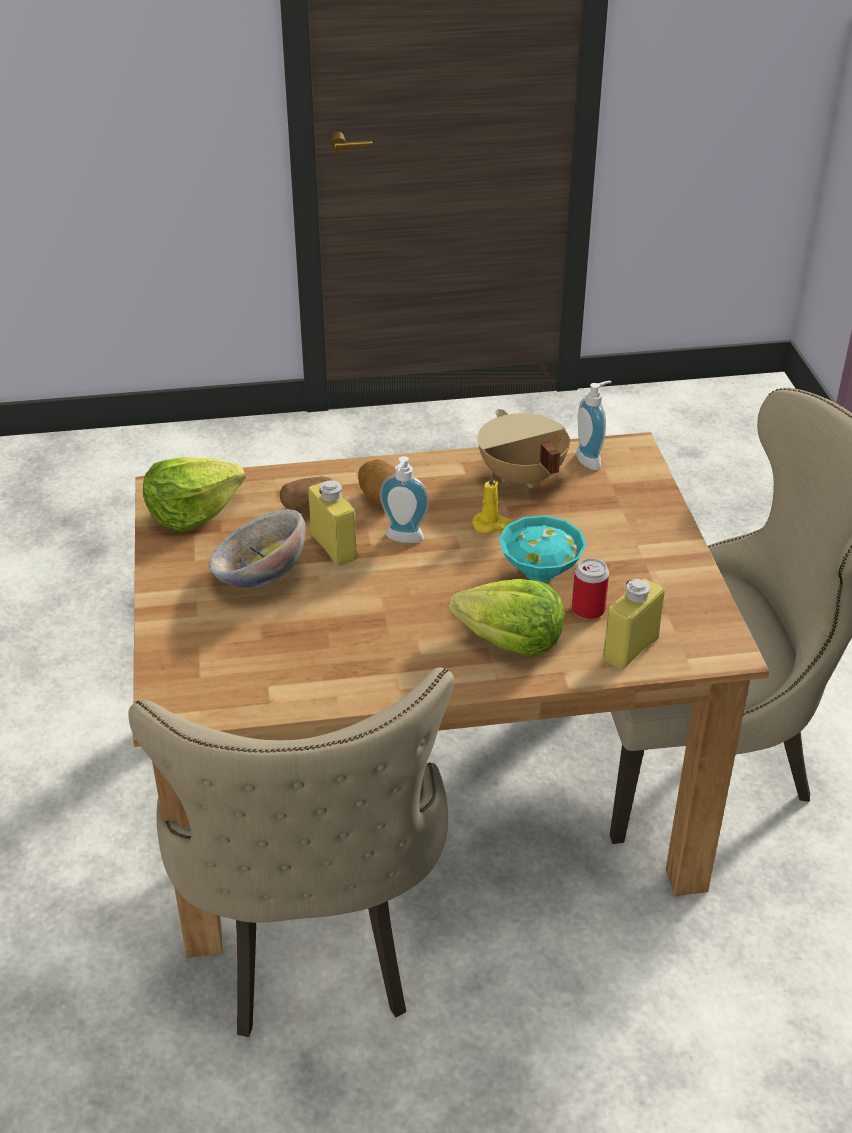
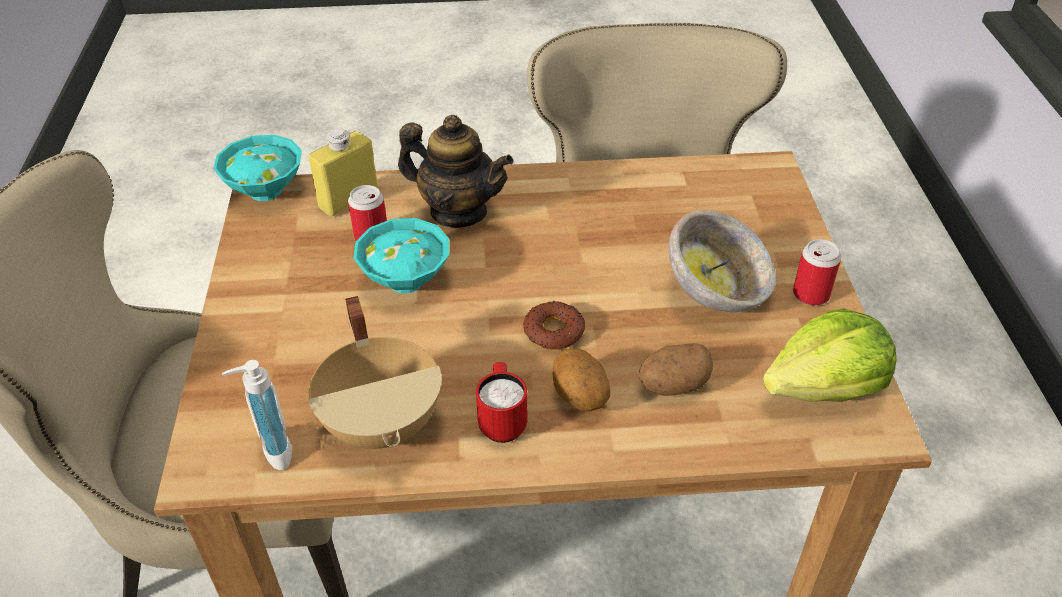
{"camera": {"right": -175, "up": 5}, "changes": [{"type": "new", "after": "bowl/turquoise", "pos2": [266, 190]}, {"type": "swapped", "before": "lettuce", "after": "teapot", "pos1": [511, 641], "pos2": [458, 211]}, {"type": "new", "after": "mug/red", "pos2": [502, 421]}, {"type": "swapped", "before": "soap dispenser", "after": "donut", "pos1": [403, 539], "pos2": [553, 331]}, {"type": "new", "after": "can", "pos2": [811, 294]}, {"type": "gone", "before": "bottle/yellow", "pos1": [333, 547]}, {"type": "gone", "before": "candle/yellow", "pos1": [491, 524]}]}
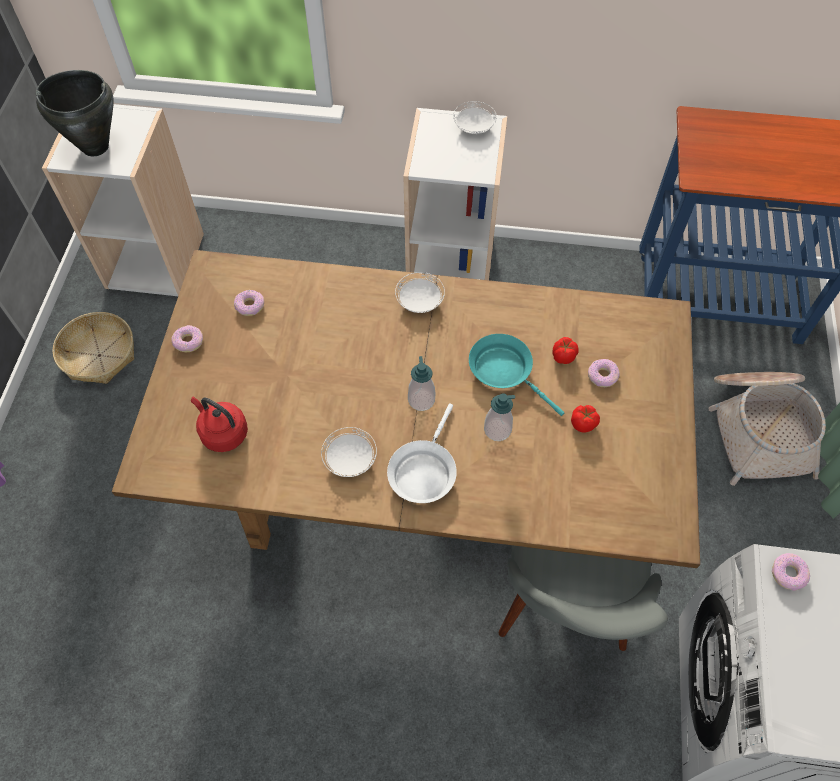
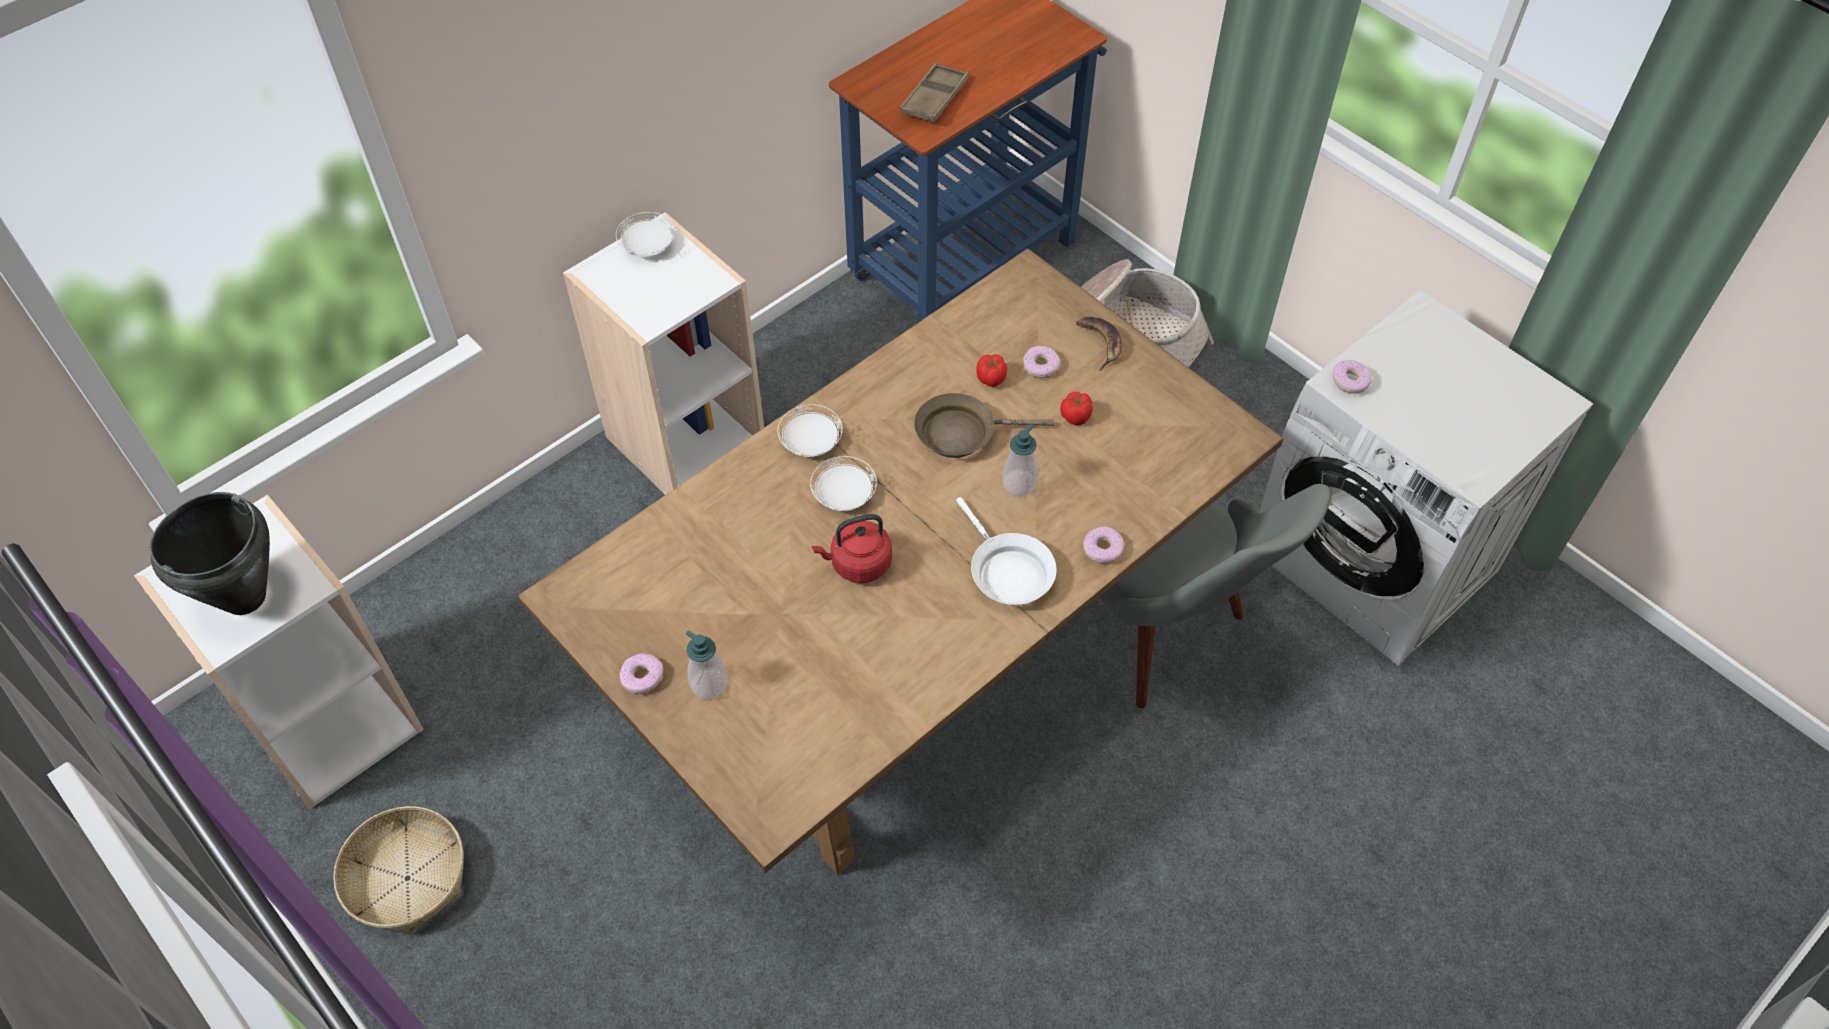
{"camera": {"right": -50, "up": -5}, "changes": [{"type": "shifted", "before": "soap dispenser", "pos1": [421, 400], "pos2": [709, 684]}, {"type": "shifted", "before": "plate/white", "pos1": [350, 459], "pos2": [843, 495]}, {"type": "shifted", "before": "kettle/red", "pos1": [222, 433], "pos2": [858, 564]}, {"type": "new", "after": "tray/brown", "pos2": [934, 98]}, {"type": "repainted", "before": "frying pan/turquoise", "after": "frying pan/brown", "pos1": [505, 371], "pos2": [962, 433]}, {"type": "new", "after": "banana", "pos2": [1100, 343]}, {"type": "shifted", "before": "donut", "pos1": [250, 306], "pos2": [1103, 549]}]}
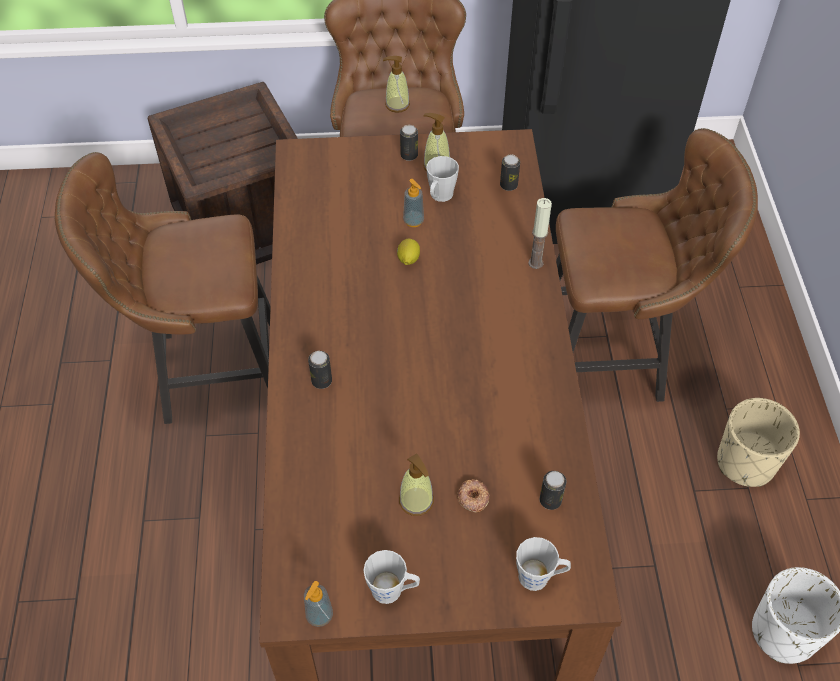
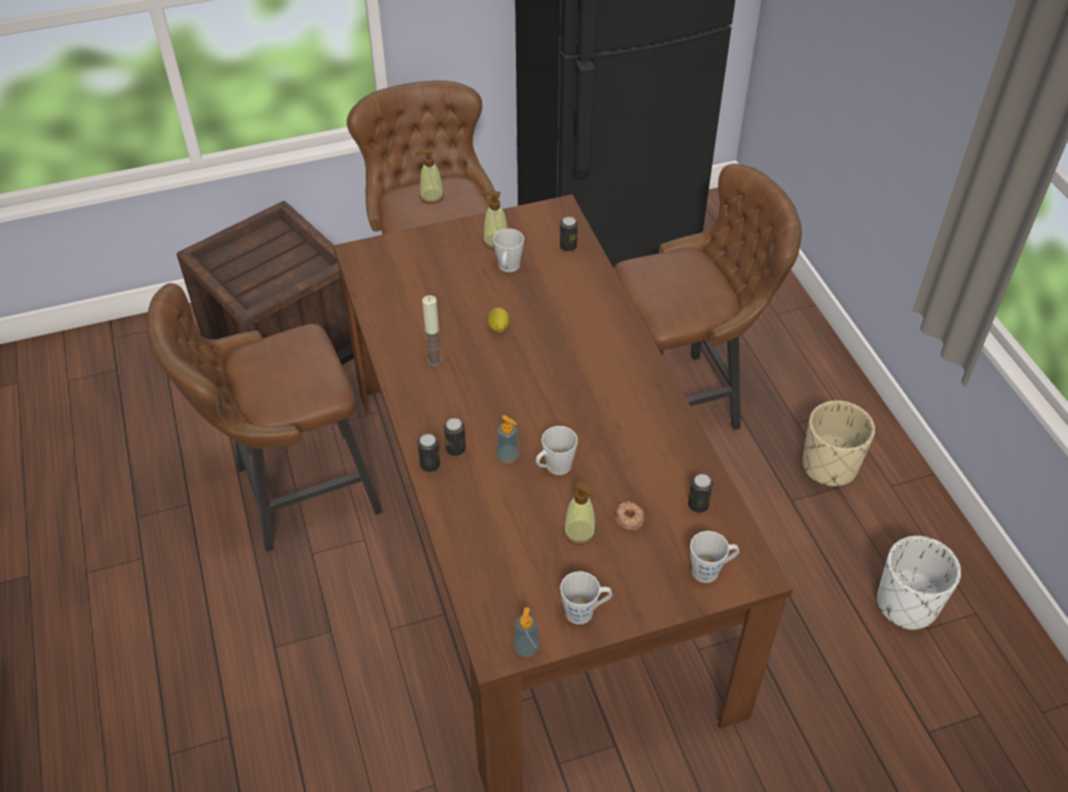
{"camera": {"right": -15, "up": -5}, "changes": [{"type": "shifted", "before": "can", "pos1": [409, 155], "pos2": [430, 465]}, {"type": "shifted", "before": "candle", "pos1": [535, 263], "pos2": [434, 361]}, {"type": "shifted", "before": "soap dispenser", "pos1": [413, 221], "pos2": [508, 456]}, {"type": "new", "after": "mug/grey", "pos2": [554, 467]}]}
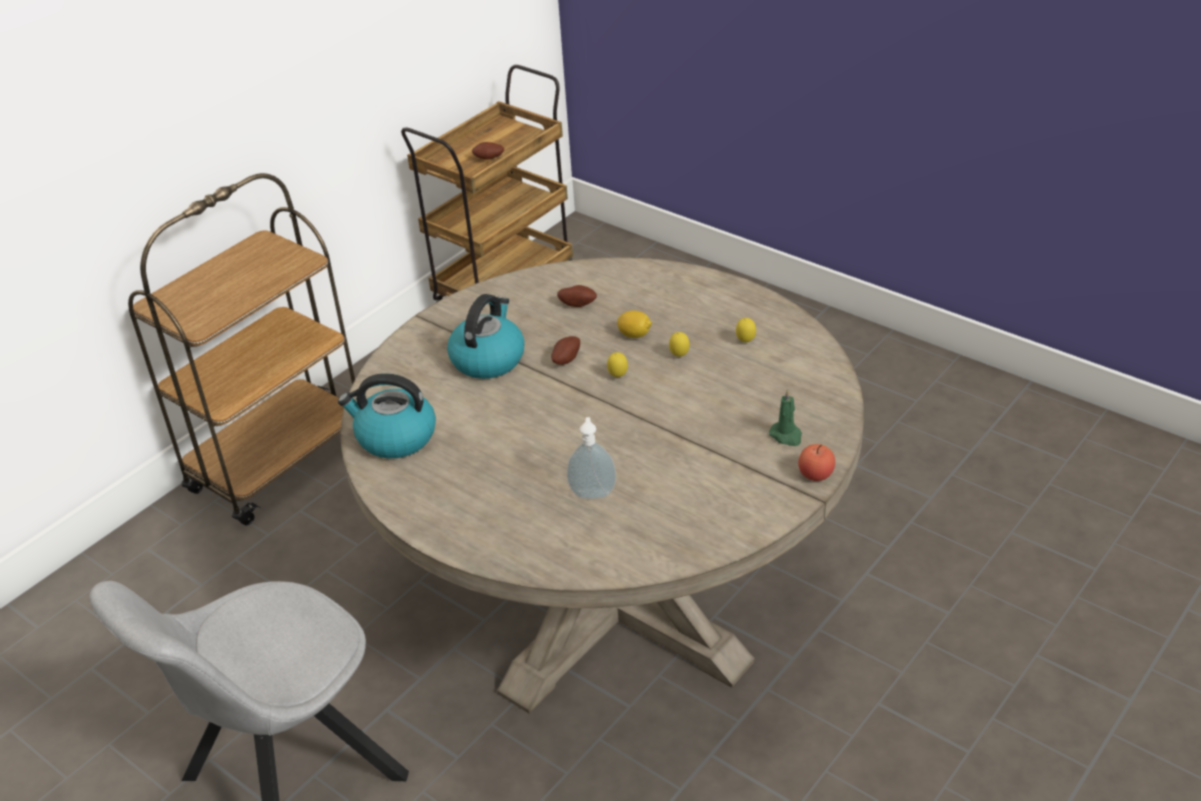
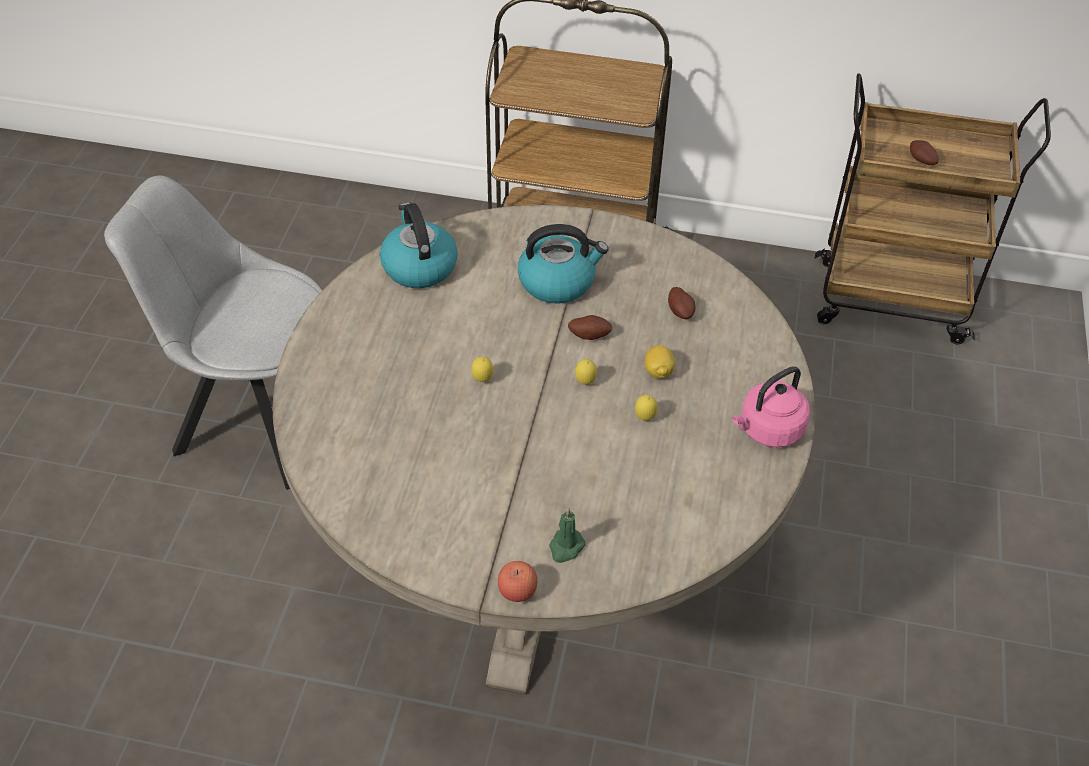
{"camera": {"right": 60, "up": 10}, "changes": [{"type": "shifted", "before": "lemon", "pos1": [745, 342], "pos2": [482, 380]}, {"type": "new", "after": "kettle/pink", "pos2": [768, 430]}, {"type": "gone", "before": "soap dispenser", "pos1": [593, 492]}]}
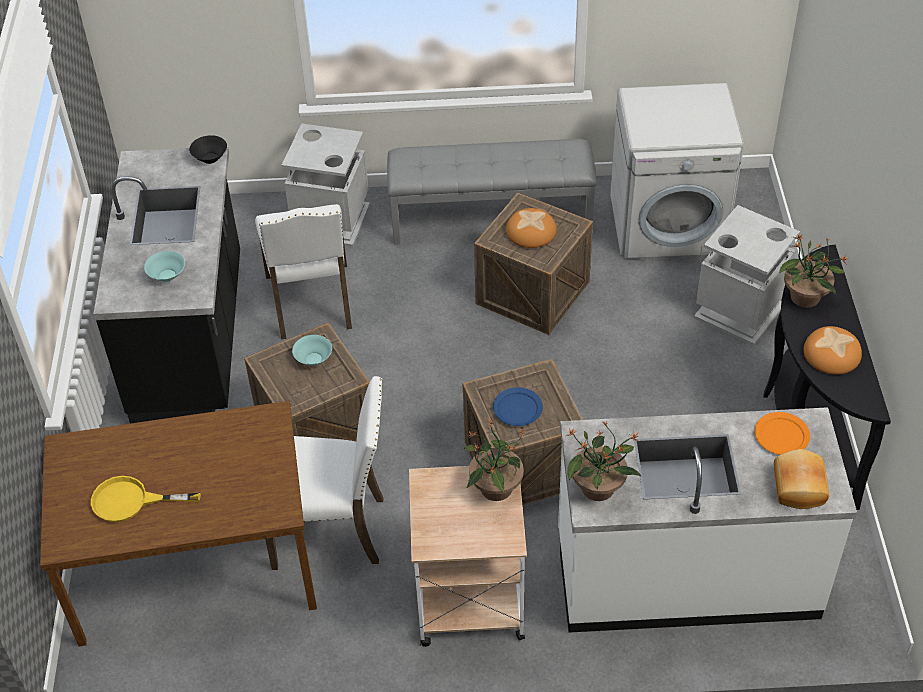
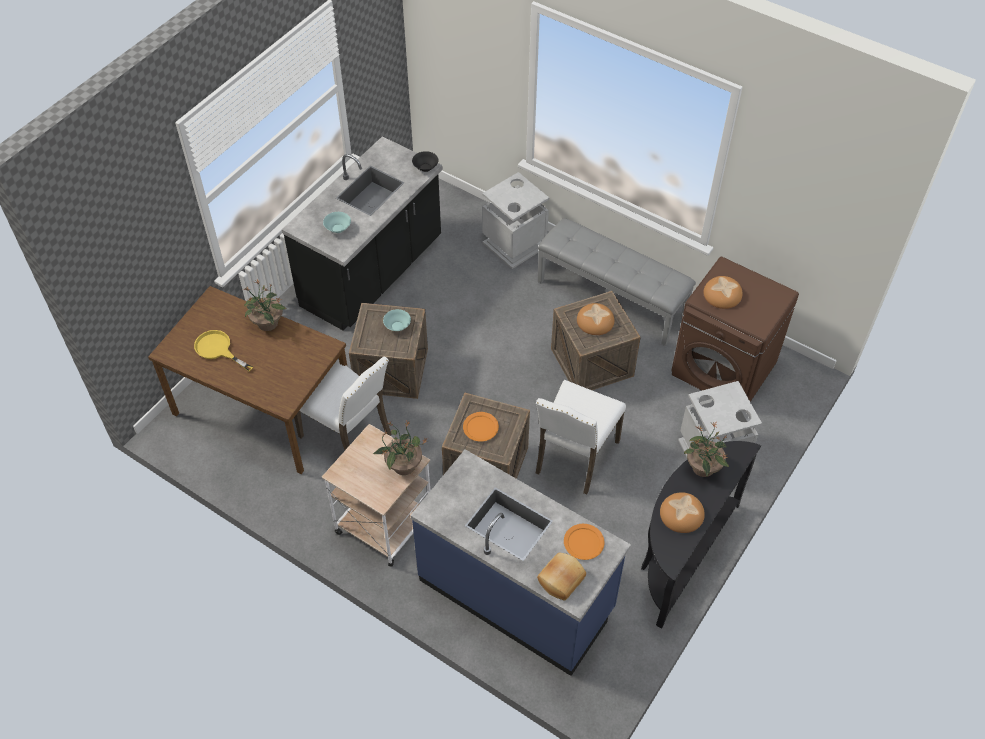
{"camera": {"right": 35, "up": 5}, "changes": [{"type": "shifted", "before": "potted plant", "pos1": [599, 488], "pos2": [268, 323]}, {"type": "repainted", "before": "counter/white", "after": "counter/blue", "pos1": [686, 575], "pos2": [517, 594]}, {"type": "repainted", "before": "plate/blue", "after": "plate/orange", "pos1": [518, 408], "pos2": [481, 428]}, {"type": "shifted", "before": "chair/white", "pos1": [311, 303], "pos2": [574, 457]}, {"type": "repainted", "before": "washing machine/white", "after": "washing machine/brown", "pos1": [670, 225], "pos2": [723, 369]}, {"type": "new", "after": "bread", "pos2": [722, 294]}]}
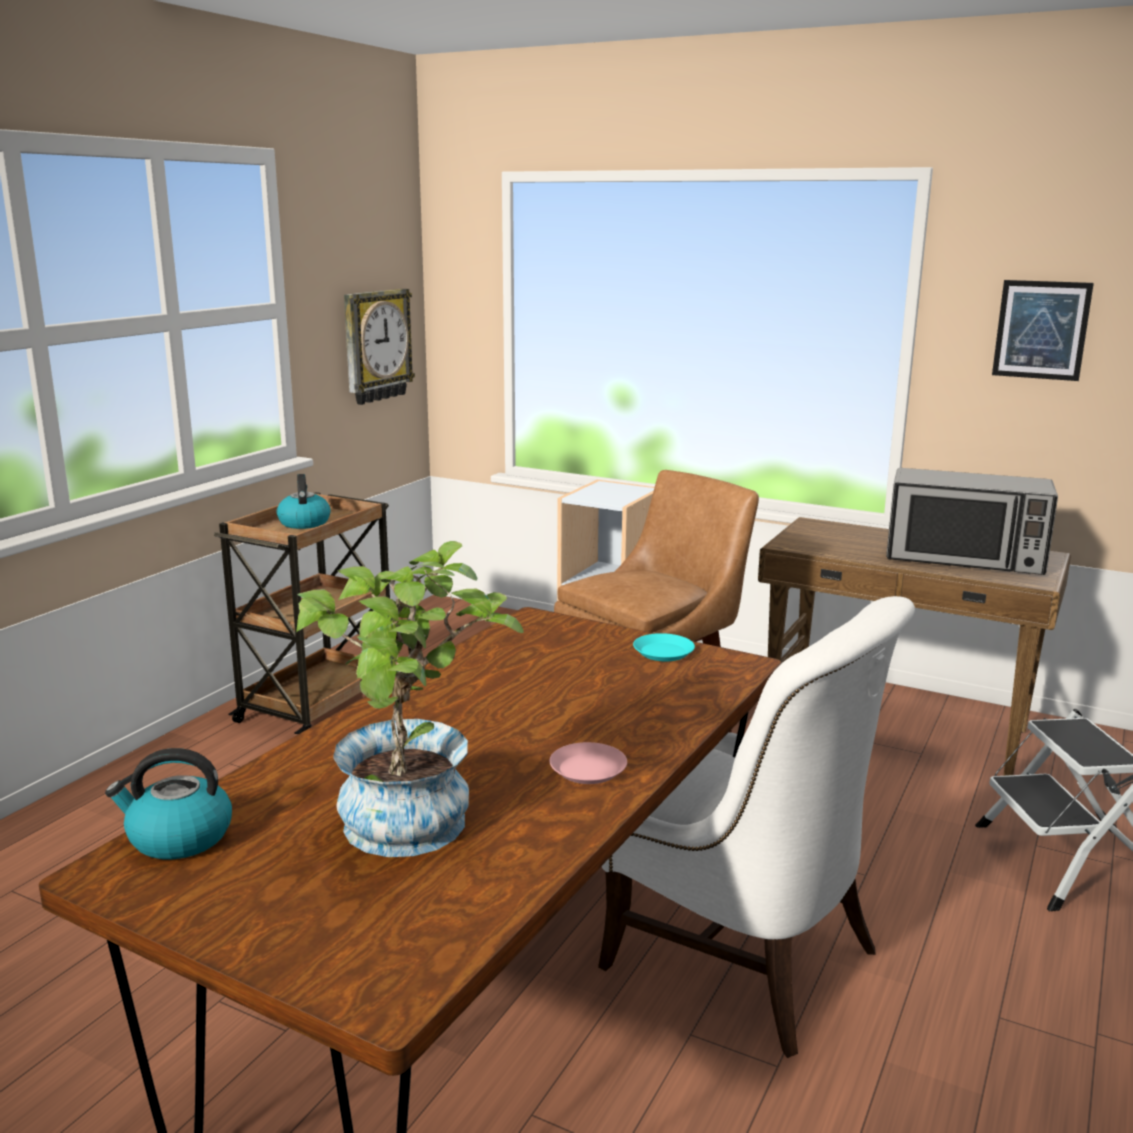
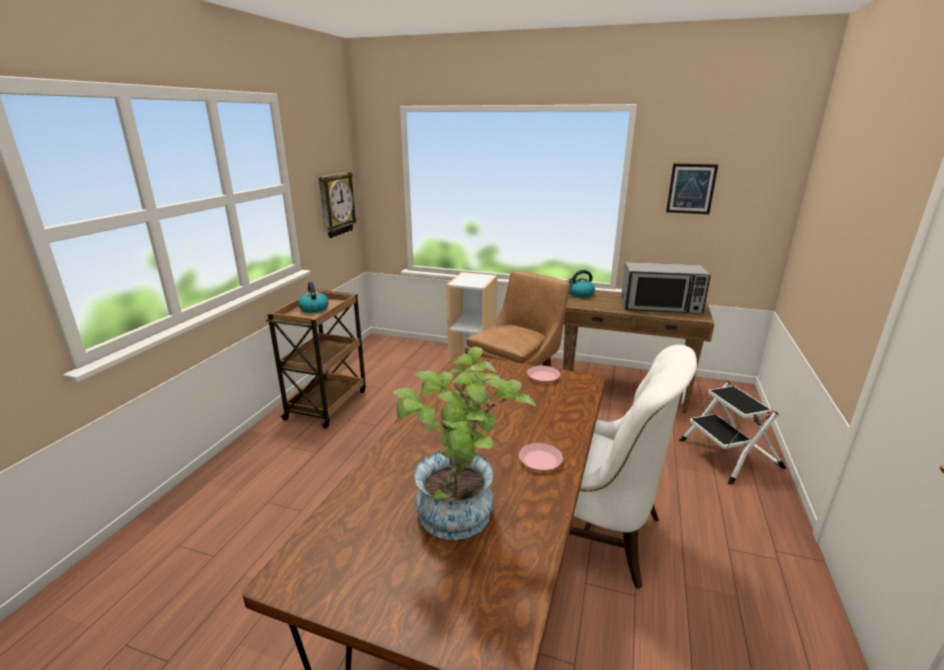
{"camera": {"right": -10, "up": 5}, "changes": [{"type": "repainted", "before": "plate/turquoise", "after": "plate/pink", "pos1": [663, 652], "pos2": [543, 377]}, {"type": "shifted", "before": "kettle", "pos1": [178, 838], "pos2": [580, 294]}]}
